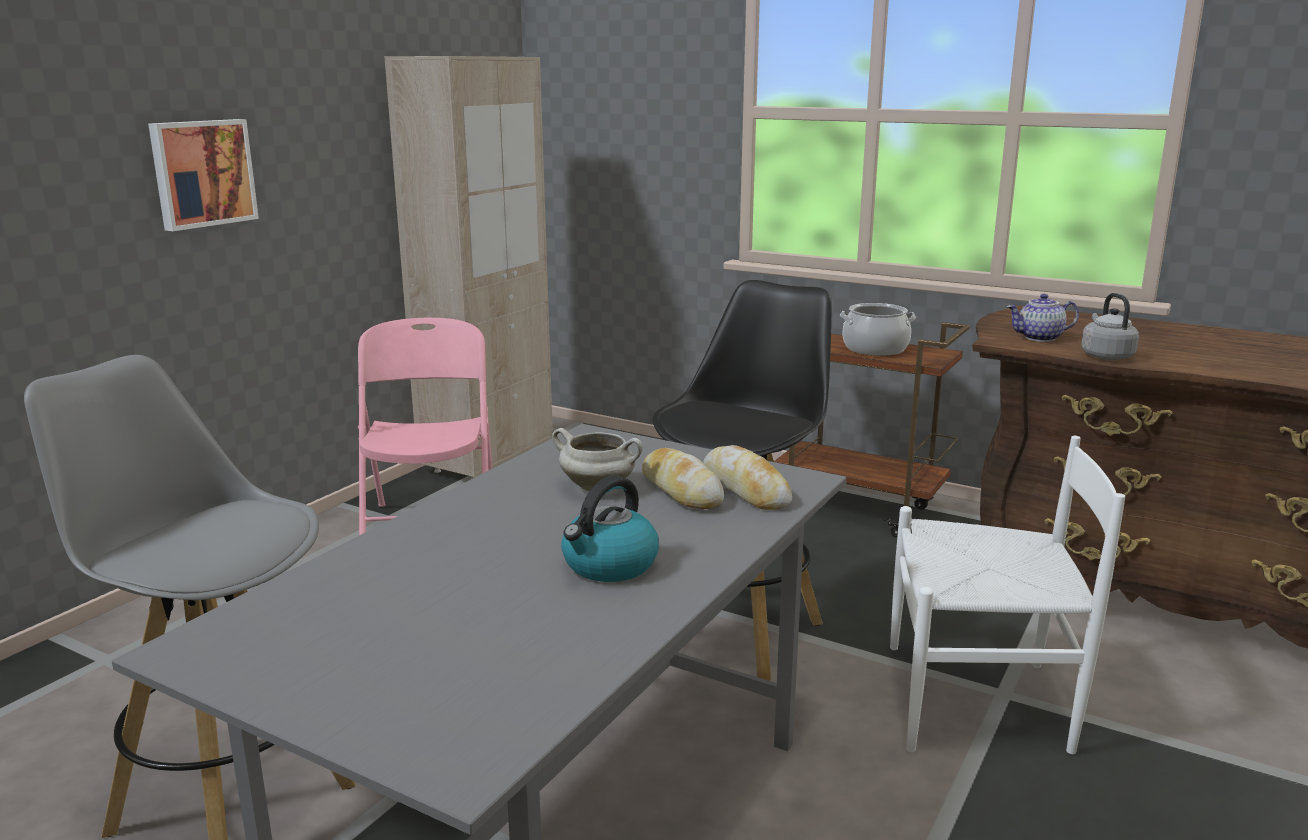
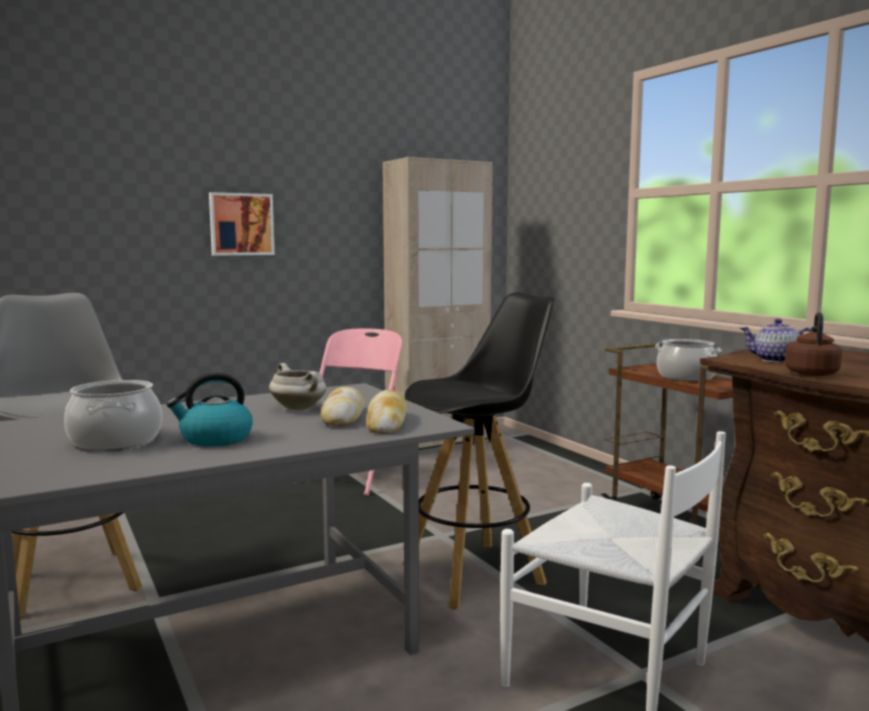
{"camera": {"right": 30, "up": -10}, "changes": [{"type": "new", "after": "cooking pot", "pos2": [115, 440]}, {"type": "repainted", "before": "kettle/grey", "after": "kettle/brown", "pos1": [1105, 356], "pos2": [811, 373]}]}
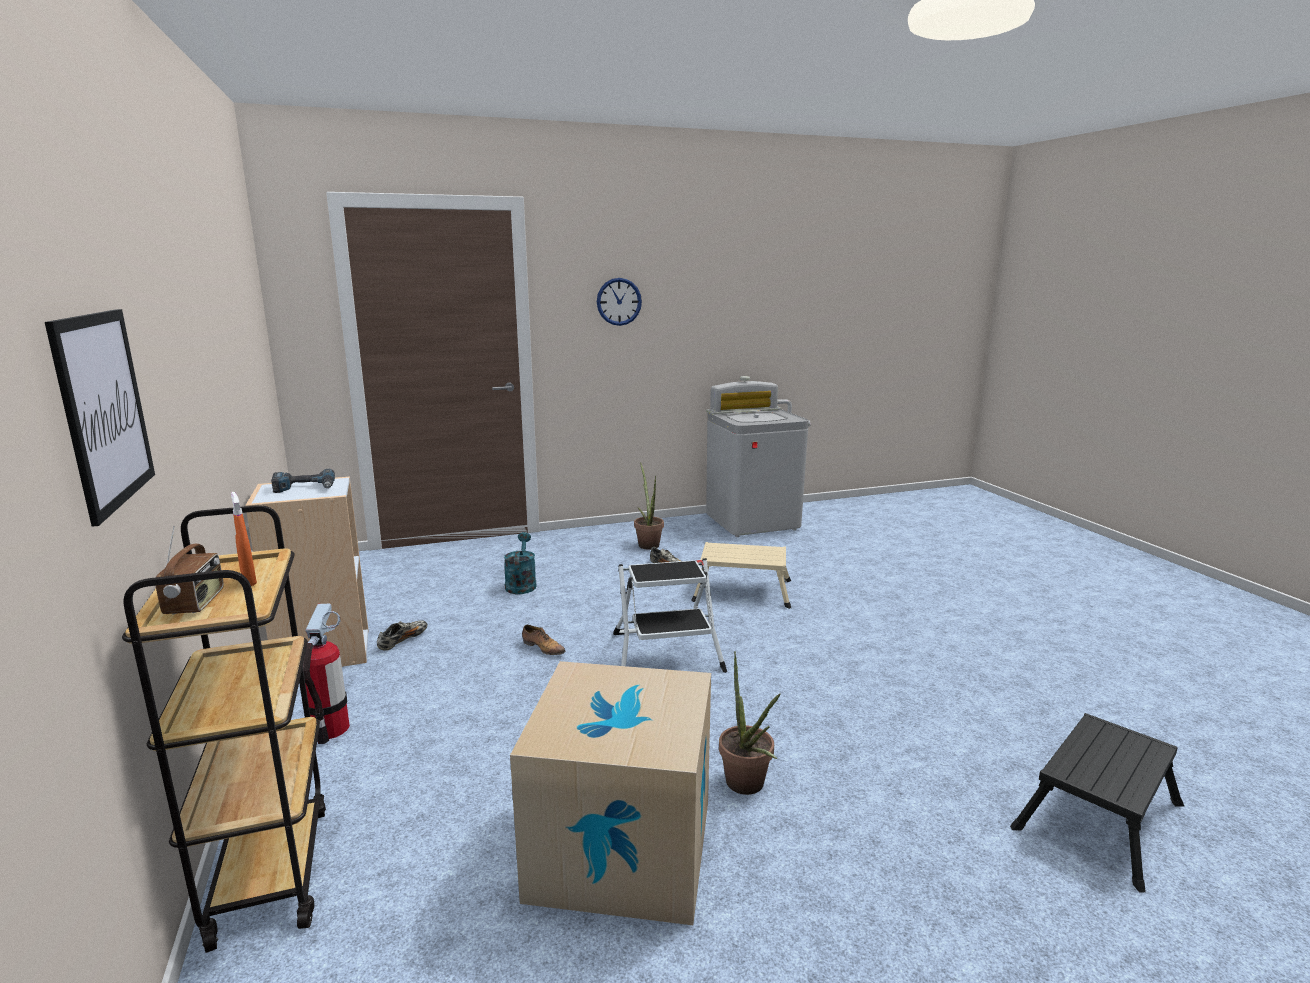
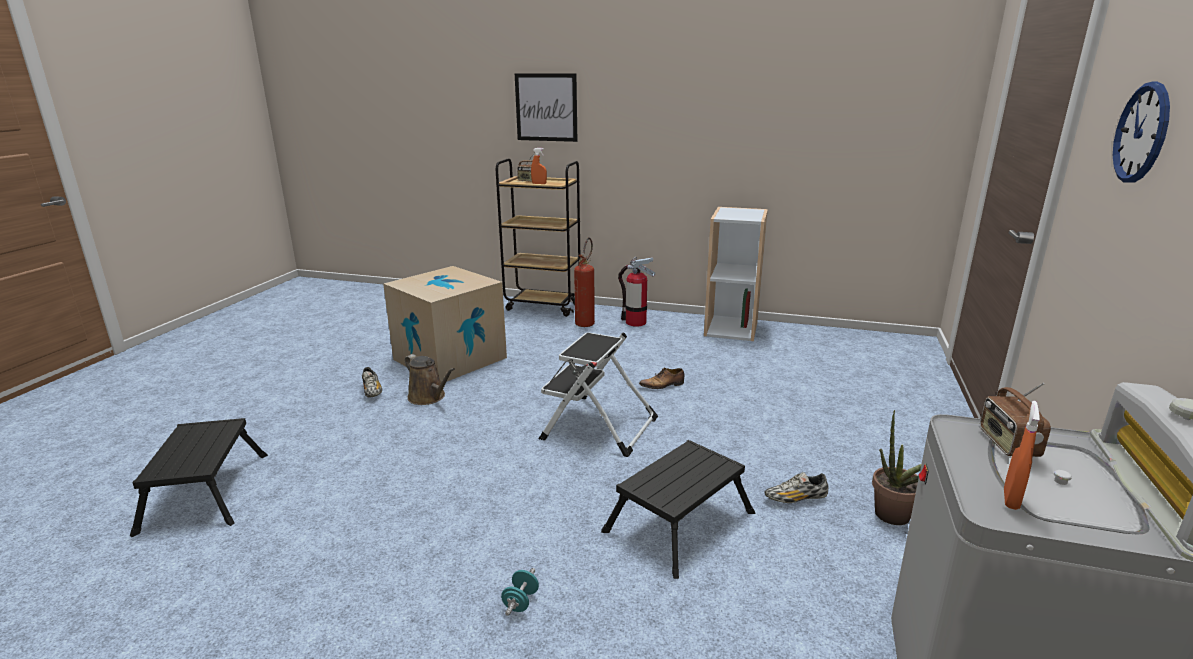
{"camera": {"right": 125, "up": 5}, "changes": [{"type": "shifted", "before": "shoe", "pos1": [403, 641], "pos2": [372, 391]}, {"type": "swapped", "before": "potted plant", "after": "watering can/brown", "pos1": [748, 788], "pos2": [429, 397]}, {"type": "new", "after": "dumbbell/turquoise", "pos2": [521, 602]}, {"type": "new", "after": "fire extinguisher", "pos2": [586, 322]}, {"type": "repainted", "before": "step ladder/beige", "after": "step ladder/black", "pos1": [743, 590], "pos2": [679, 522]}, {"type": "new", "after": "radio", "pos2": [1007, 444]}, {"type": "new", "after": "spray bottle/orange", "pos2": [1011, 499]}, {"type": "gone", "before": "power drill", "pos1": [305, 488]}, {"type": "gone", "before": "watering can/turquoise", "pos1": [521, 584]}]}
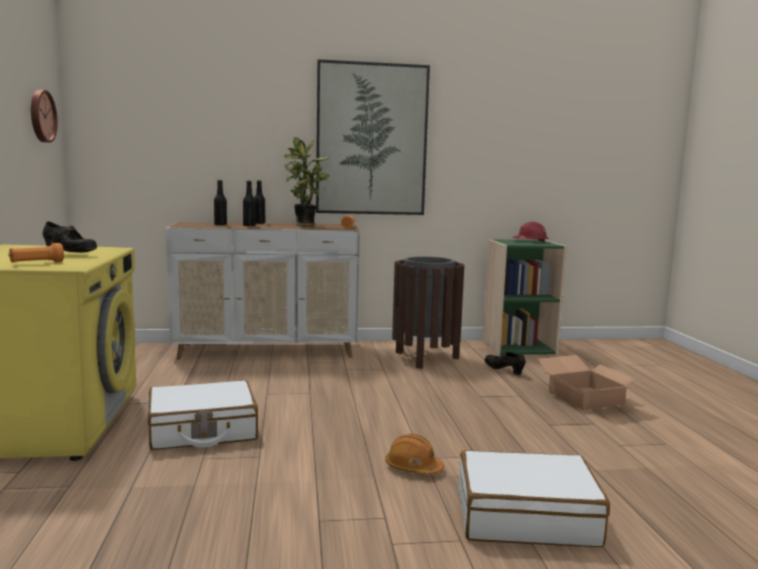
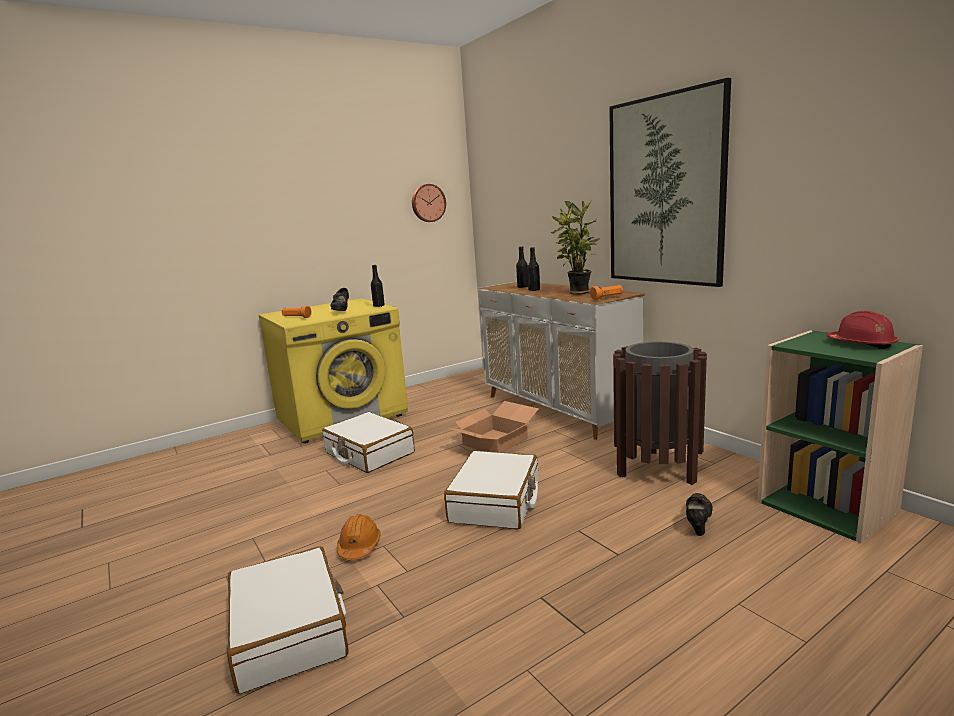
{"camera": {"right": 65, "up": 5}, "changes": [{"type": "shifted", "before": "bottle/black", "pos1": [259, 223], "pos2": [379, 306]}, {"type": "new", "after": "suitcase/white", "pos2": [496, 502]}, {"type": "shifted", "before": "cardboard box", "pos1": [584, 398], "pos2": [495, 441]}]}
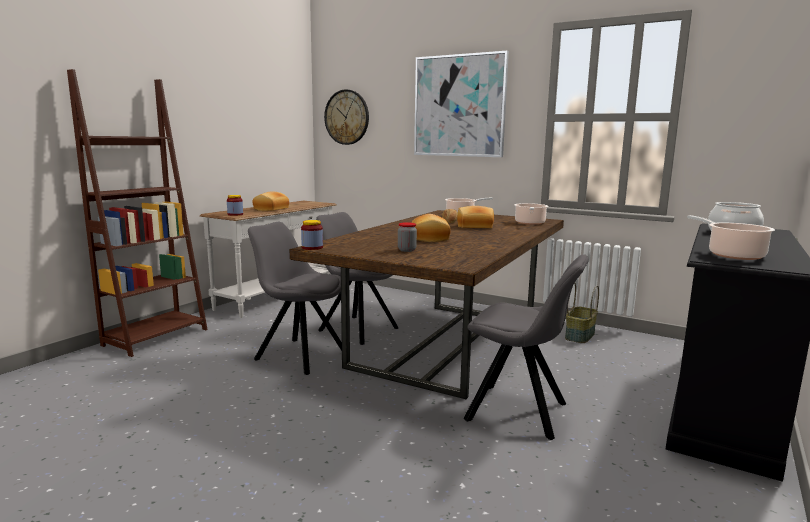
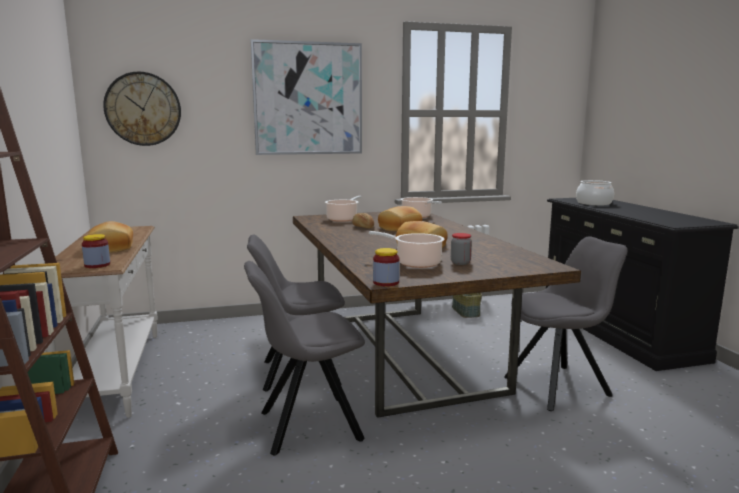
{"camera": {"right": -45, "up": 0}, "changes": [{"type": "shifted", "before": "cooking pot", "pos1": [732, 255], "pos2": [415, 263]}]}
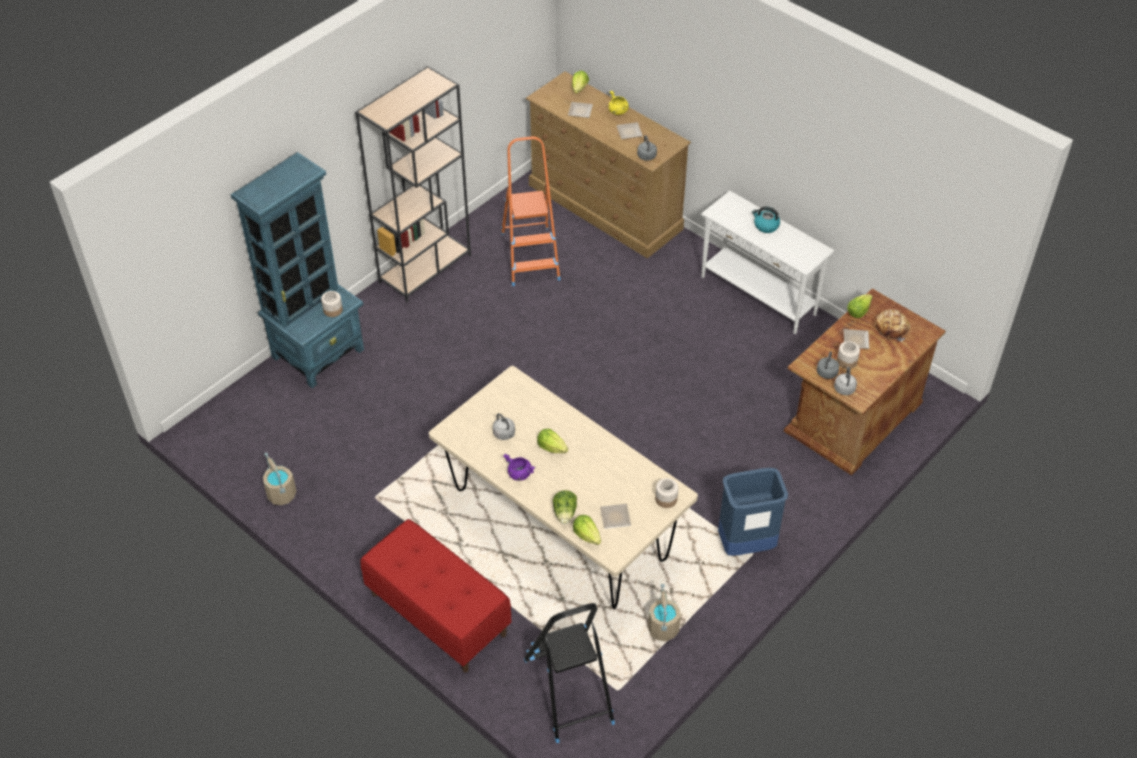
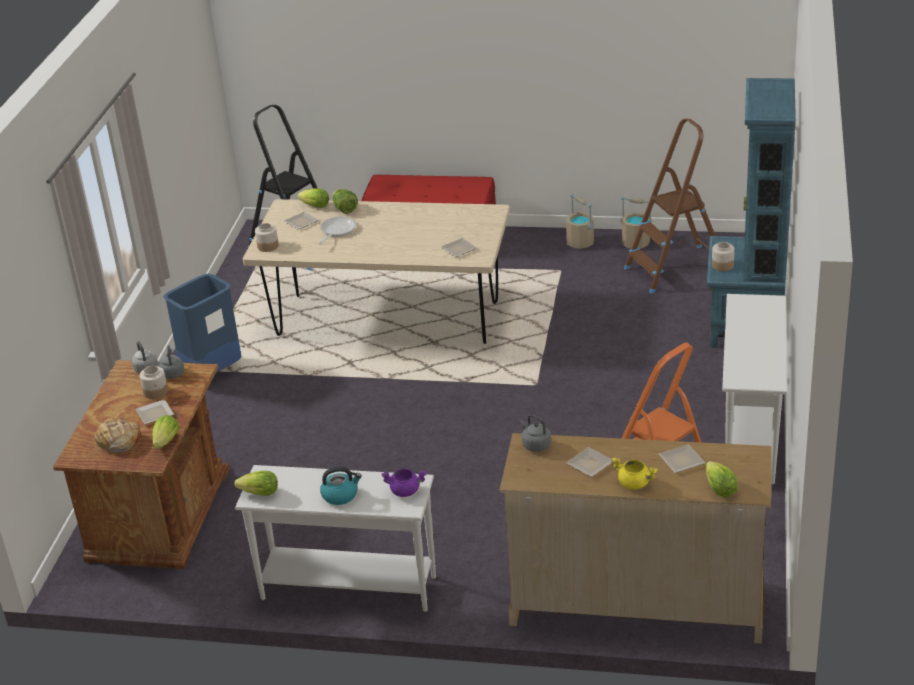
{"camera": {"right": 150, "up": -15}, "changes": [{"type": "shifted", "before": "lettuce", "pos1": [551, 447], "pos2": [260, 493]}, {"type": "new", "after": "frying pan", "pos2": [336, 231]}, {"type": "shifted", "before": "cooking pot/purple", "pos1": [519, 474], "pos2": [405, 491]}, {"type": "new", "after": "plate", "pos2": [459, 248]}, {"type": "shifted", "before": "bucket/beige", "pos1": [663, 628], "pos2": [580, 242]}, {"type": "new", "after": "step ladder/brown", "pos2": [675, 269]}, {"type": "swapped", "before": "bookcase", "after": "console table/white", "pos1": [425, 268], "pos2": [752, 435]}, {"type": "gone", "before": "kettle/grey", "pos1": [505, 434]}]}
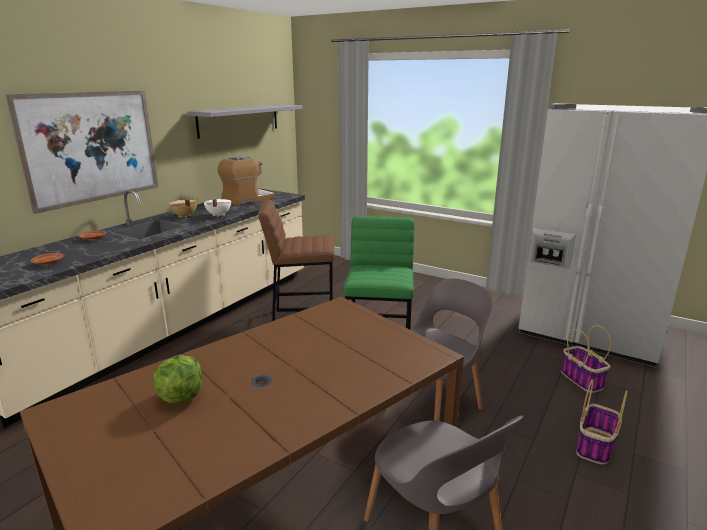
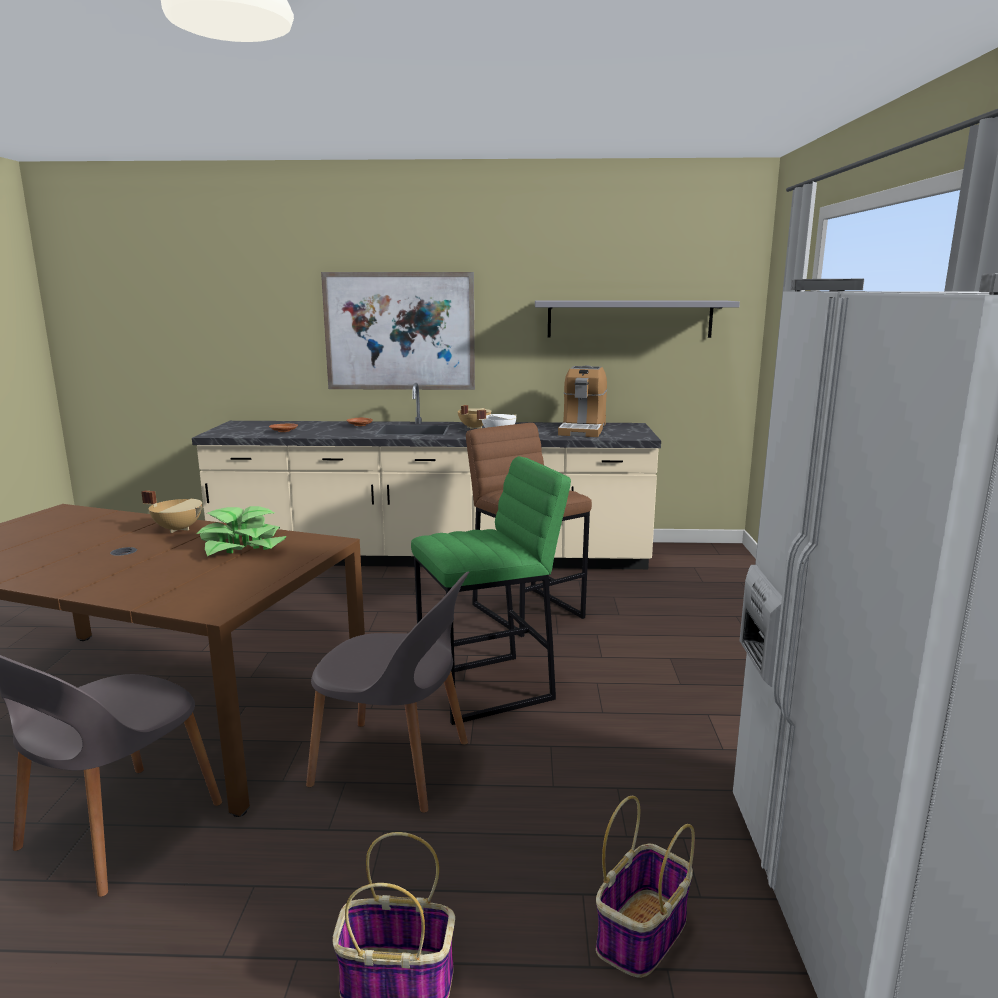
{"camera": {"right": 60, "up": -5}, "changes": [{"type": "new", "after": "cooking pot/beige", "pos2": [178, 529]}, {"type": "new", "after": "potted plant", "pos2": [243, 546]}, {"type": "rotated", "before": "coffee machine", "pos1": [247, 199], "pos2": [582, 429], "turn": 90}, {"type": "gone", "before": "lettuce", "pos1": [181, 396]}]}
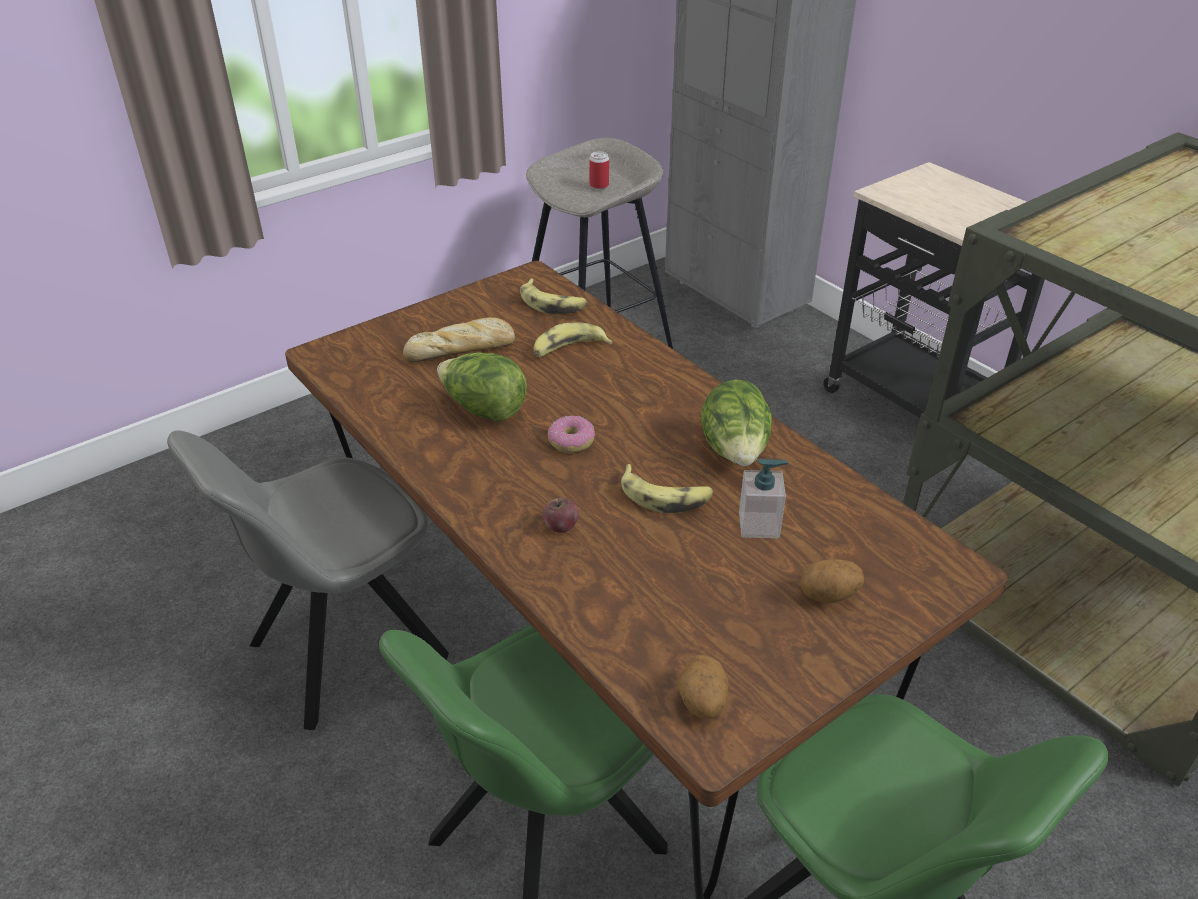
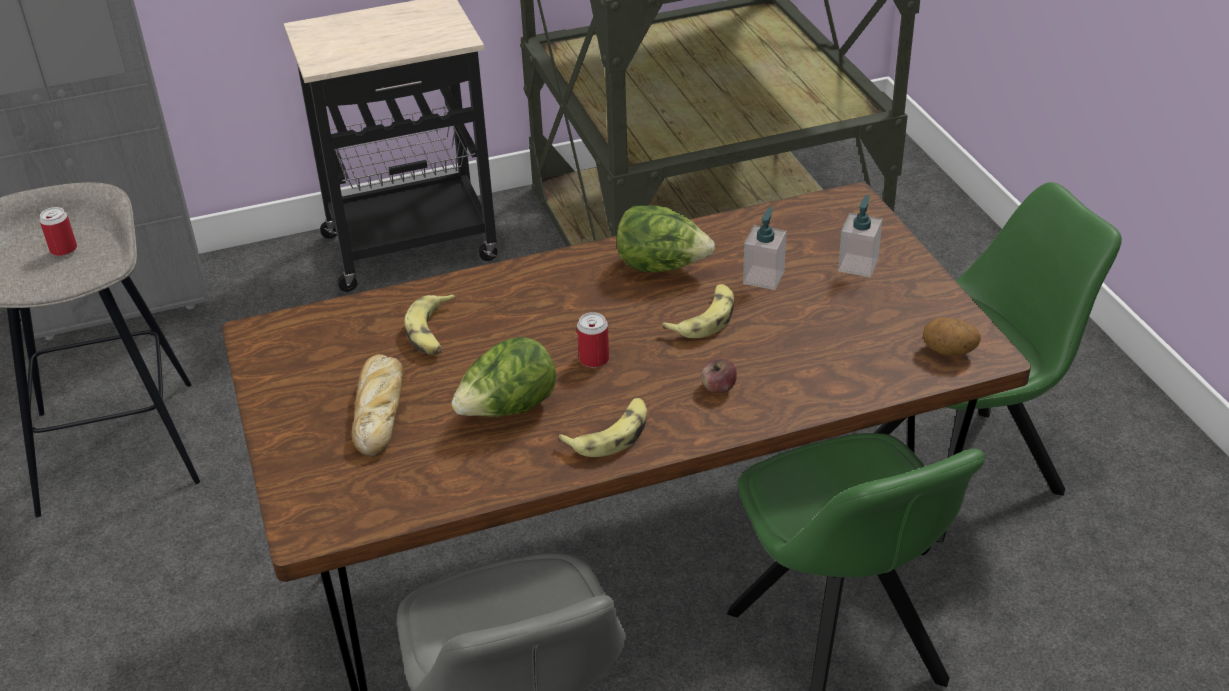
{"camera": {"right": -70, "up": 0}, "changes": [{"type": "shifted", "before": "banana", "pos1": [553, 304], "pos2": [610, 434]}, {"type": "swapped", "before": "donut", "after": "can", "pos1": [571, 441], "pos2": [594, 359]}, {"type": "swapped", "before": "potato", "after": "soap dispenser", "pos1": [828, 596], "pos2": [858, 265]}]}
